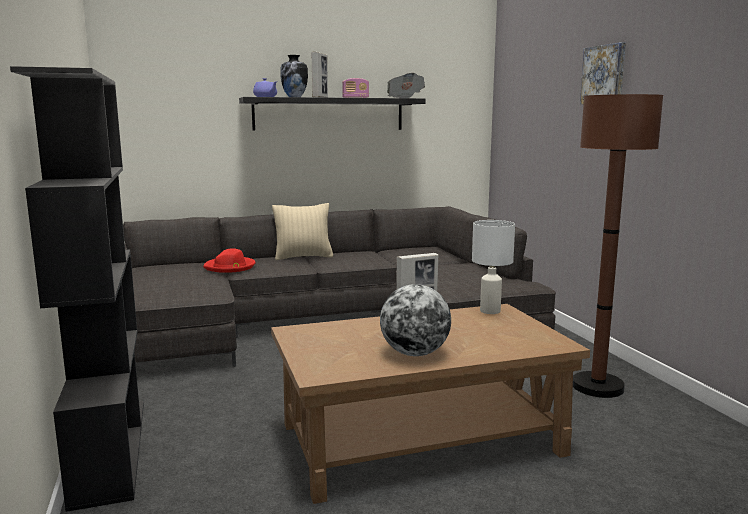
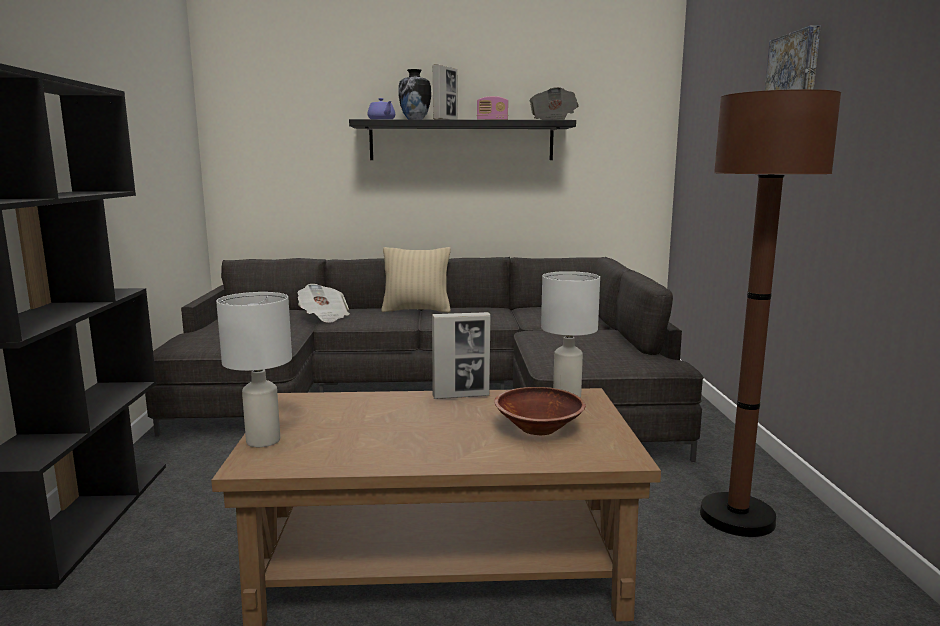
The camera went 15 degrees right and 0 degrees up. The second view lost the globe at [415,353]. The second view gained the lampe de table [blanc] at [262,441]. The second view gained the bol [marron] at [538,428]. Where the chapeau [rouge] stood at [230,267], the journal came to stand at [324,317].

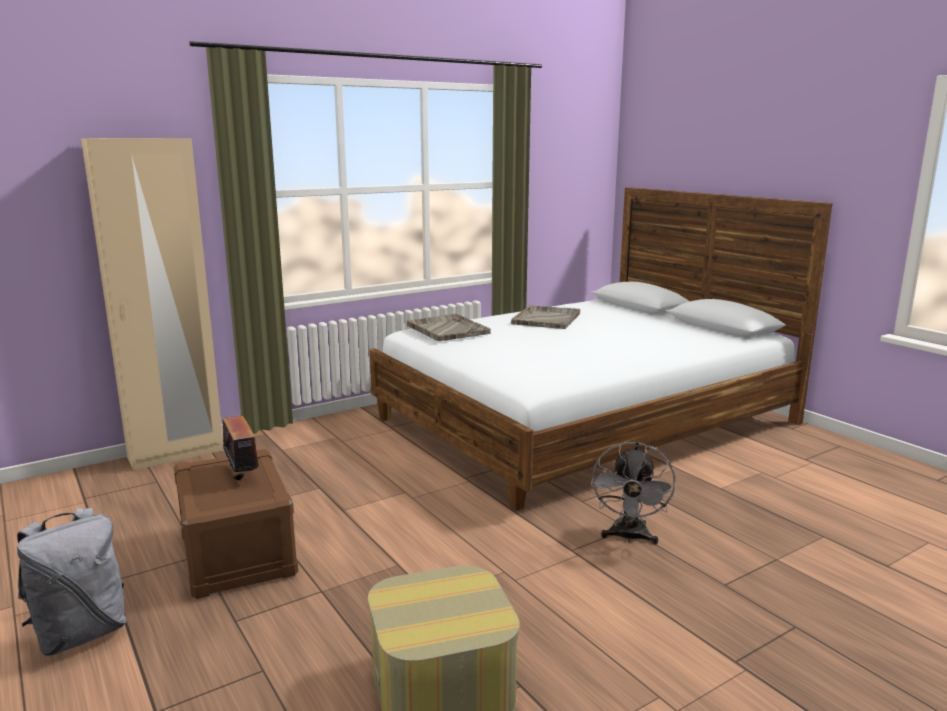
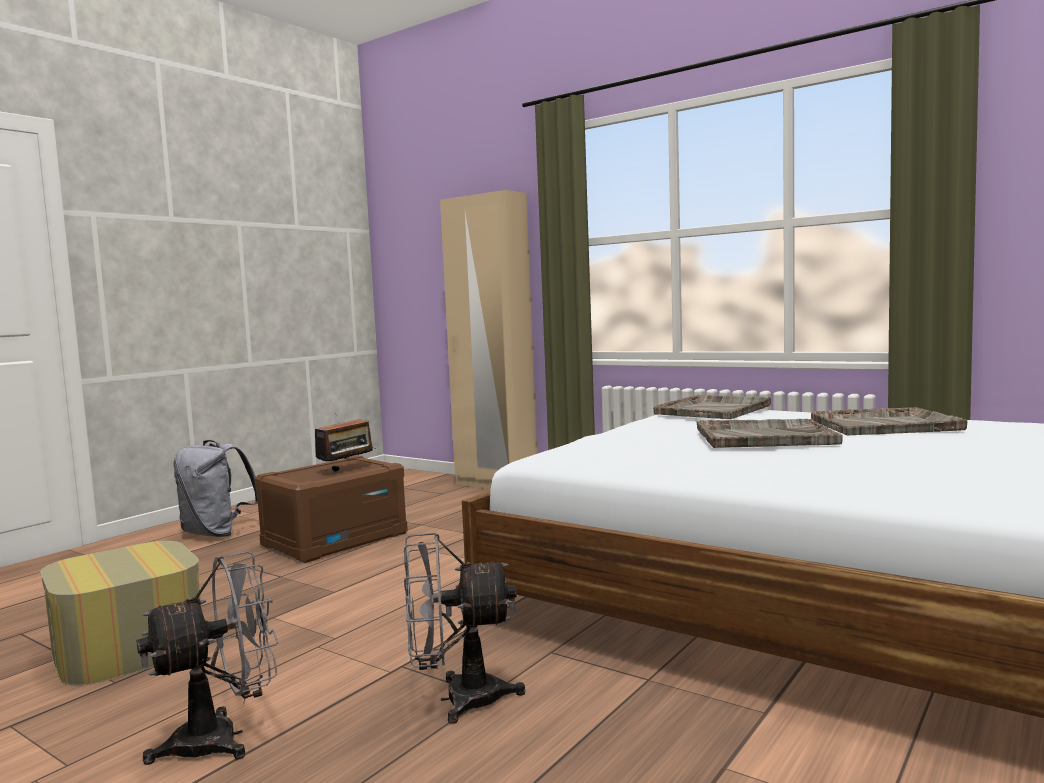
The camera went 70 degrees right and 10 degrees down. The second view gained the ventilateur [gris] at [223,738]. The second view gained the plateau [gris] at [763,437].

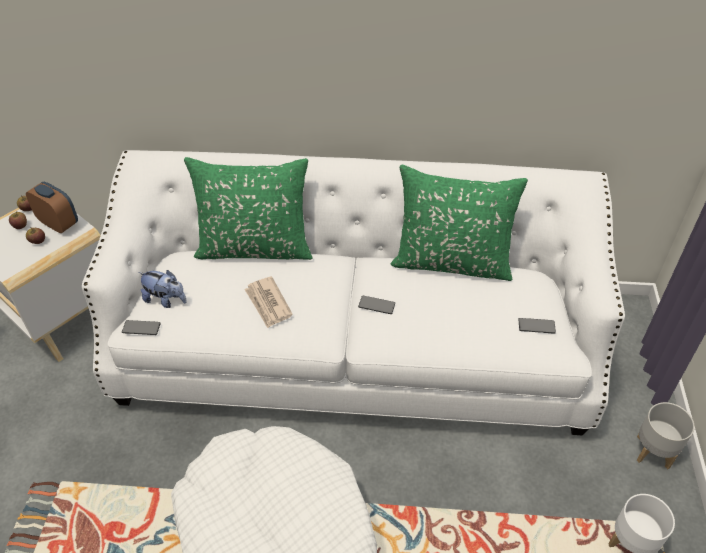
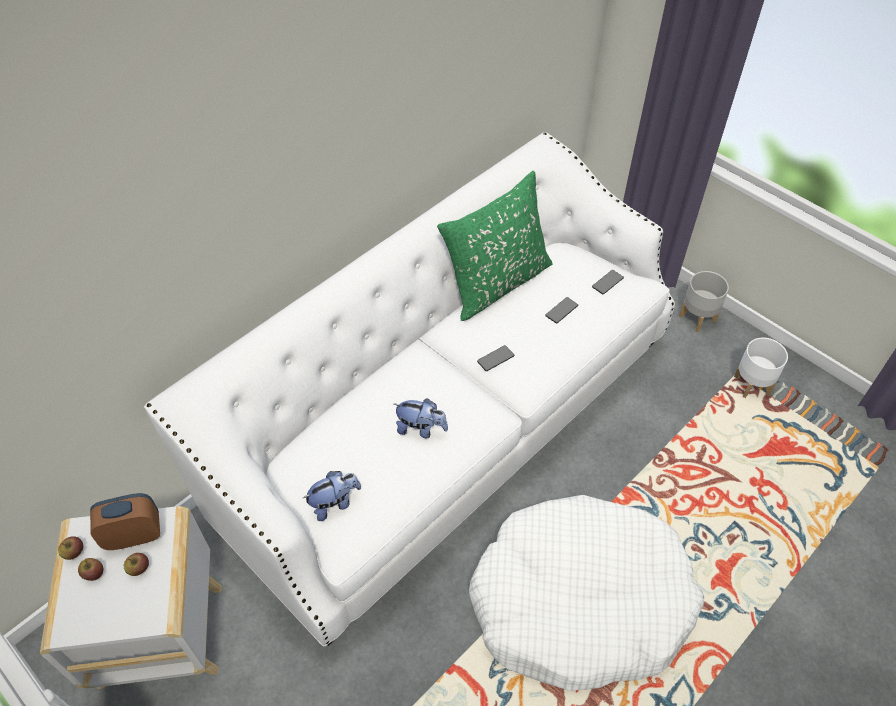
The camera went 50 degrees left and 5 degrees up. The second view lost the coussin [vert] at [255,248]. The téléphone ended up elsewhere, having gone from [141,328] to [561,310]. Where the journal stood at [268,304], the peluche came to stand at [421,429].

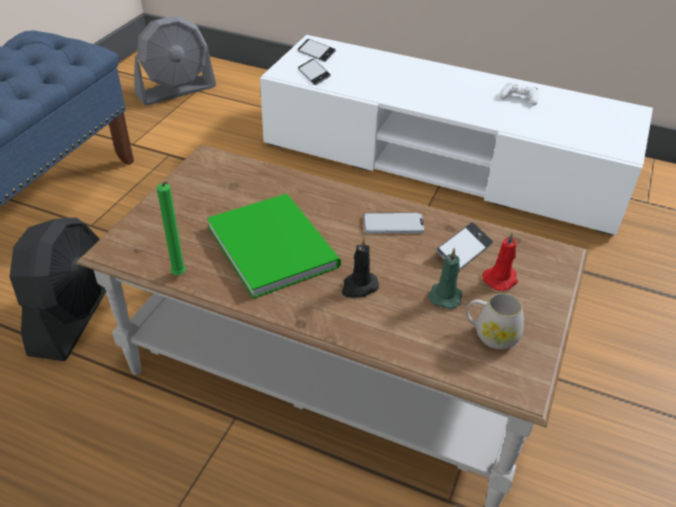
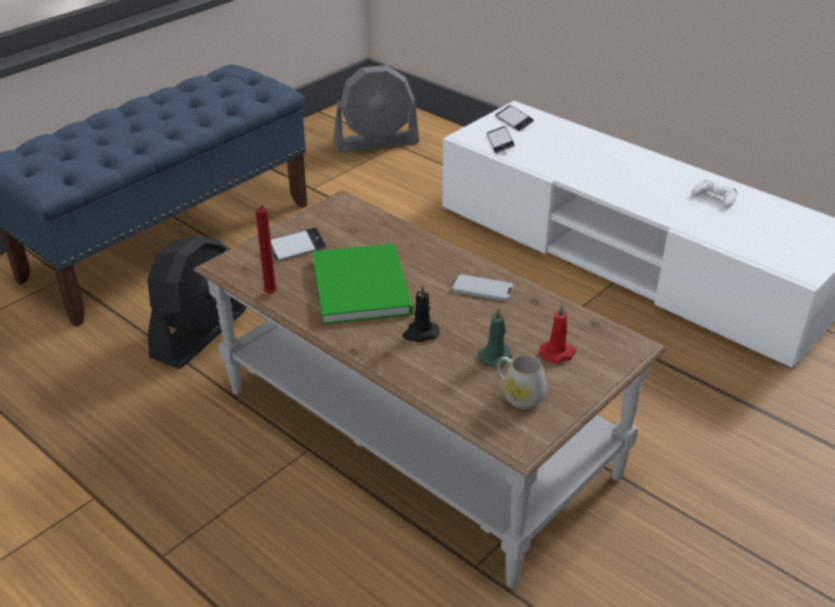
The camera went 20 degrees right and 5 degrees down. The téléphone ended up elsewhere, having gone from [463,251] to [296,249]. What was the bougie [vert] at [180,276] turned into the bougie [rouge] at [271,295].

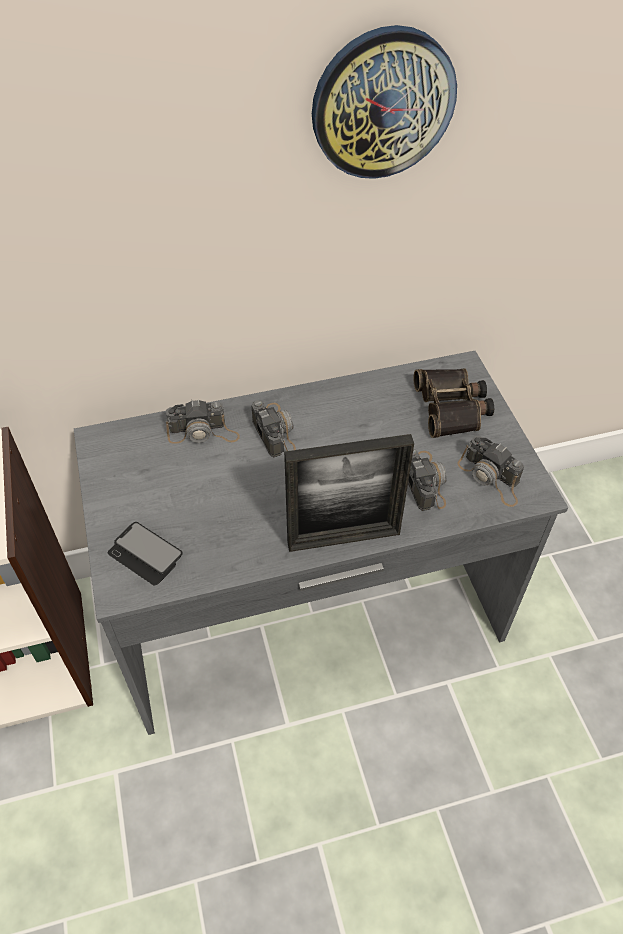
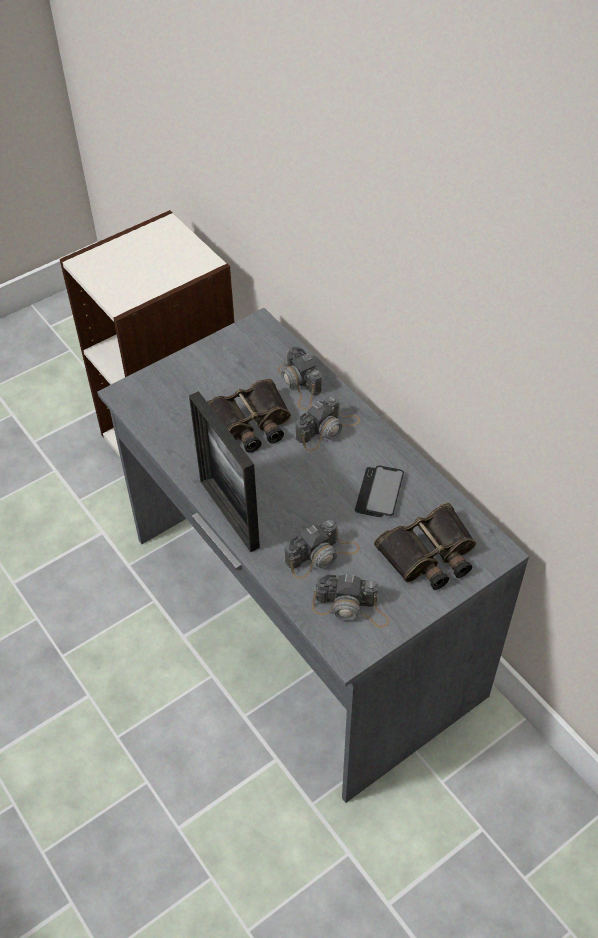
The camera went 70 degrees right and 0 degrees up. The second view lost the horloge murale at [383,104]. The second view gained the jumelles at [249,424]. The téléphone ended up elsewhere, having gone from [145,554] to [379,492]. The appareil photo at [491,478] ended up facing another way, 105 degrees counterclockwise from before.

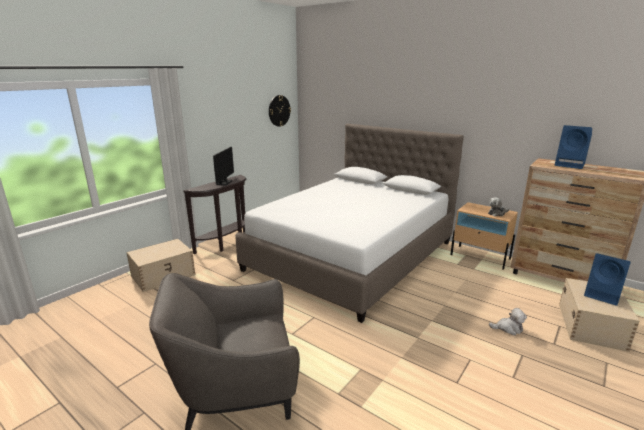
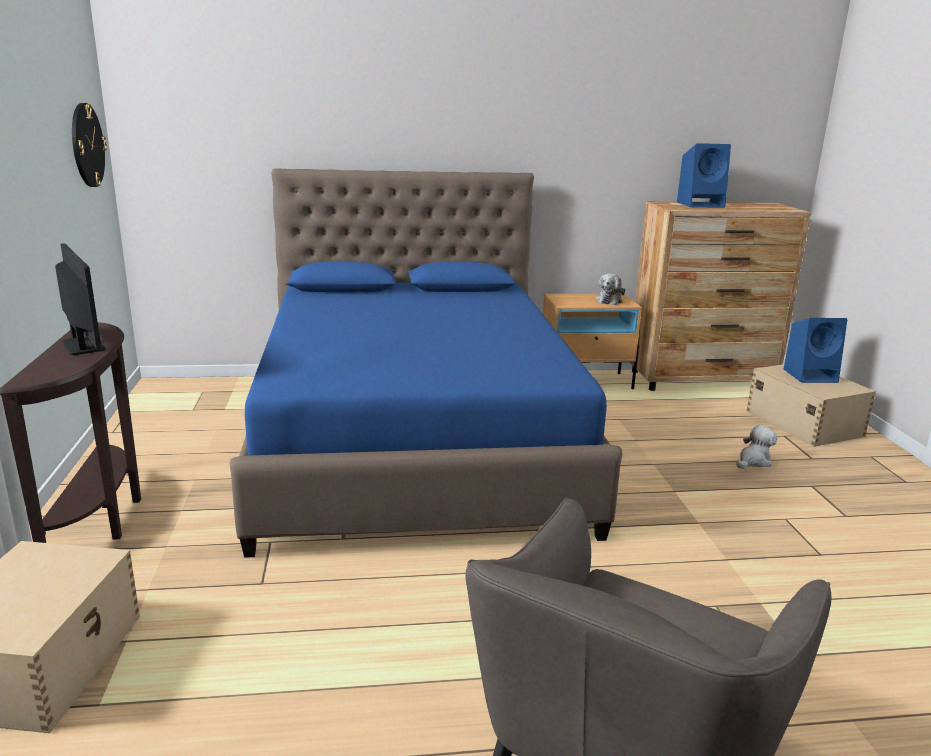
The camera went 45 degrees left and 0 degrees up. What was the lit [blanc] at [352,256] turned into the lit [bleu] at [415,442].

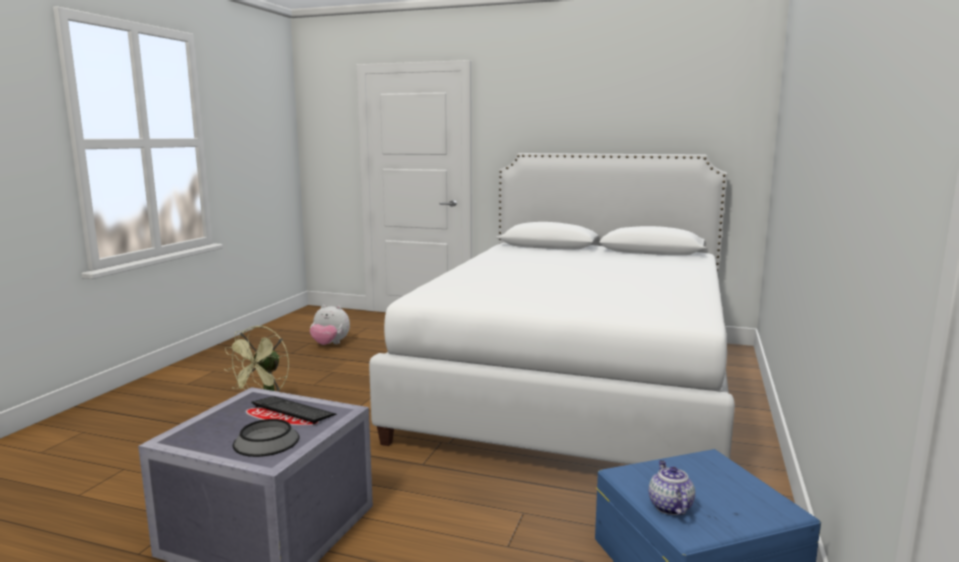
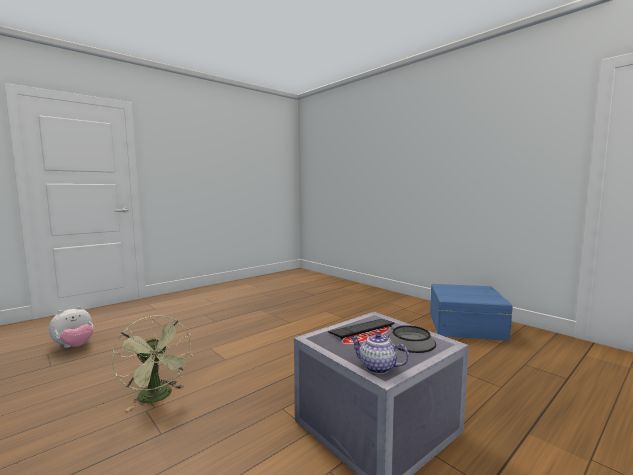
The camera went 60 degrees left and 5 degrees down. The second view lost the lit [blanc] at [576,384]. The théière ended up elsewhere, having gone from [669,506] to [377,367].

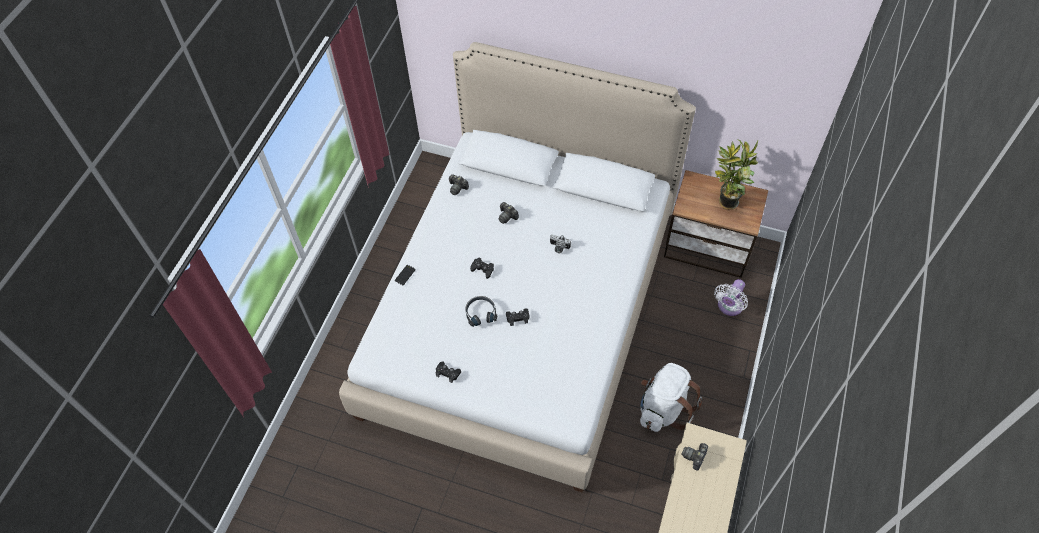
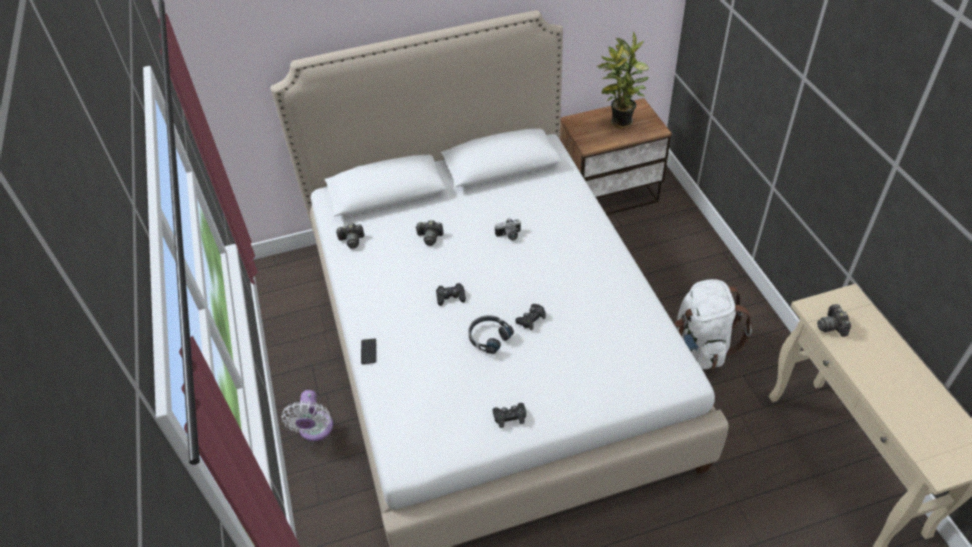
The camera went 35 degrees left and 10 degrees down. The ventilateur [blanc] ended up elsewhere, having gone from [729,307] to [315,430].

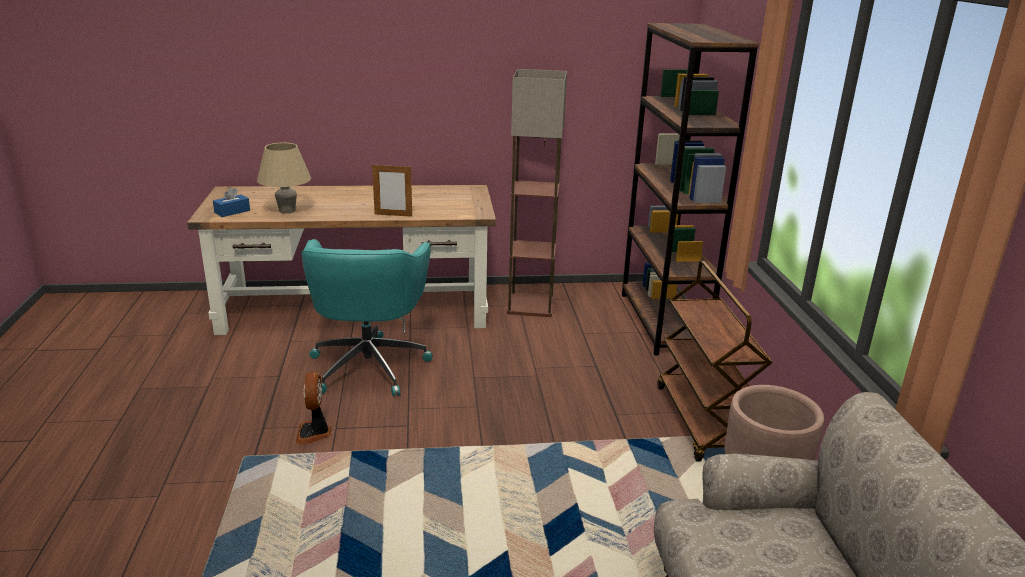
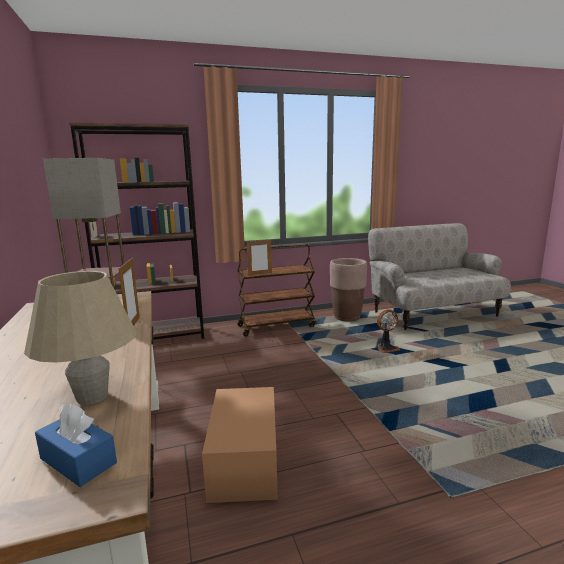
The camera went 100 degrees left and 10 degrees down. The second view gained the cadre photo at [260,274]. The ventilateur ended up elsewhere, having gone from [314,433] to [386,348]. Where the chaise de bureau [turquoise] stood at [369,365], the carton came to stand at [245,459].

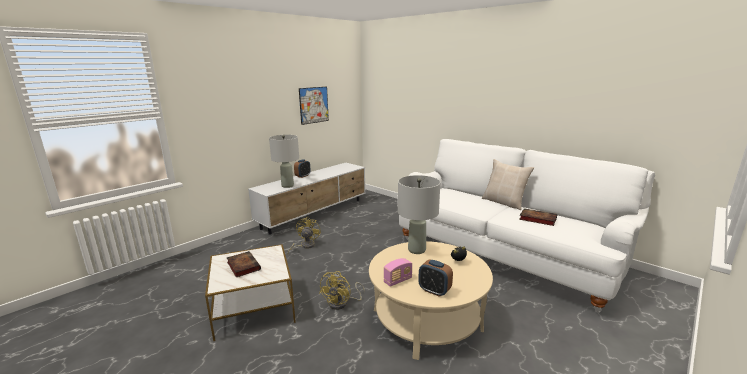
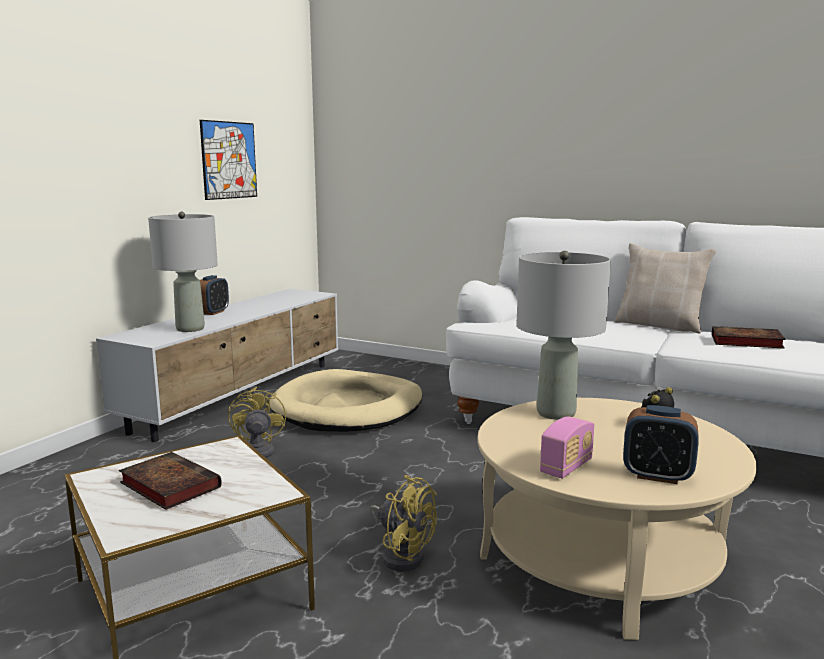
The camera went 15 degrees left and 5 degrees down. The second view gained the panier pour chien [beige] at [348,408]. The ventilateur [jaune] at [342,303] ended up facing another way, 60 degrees counterclockwise from before.

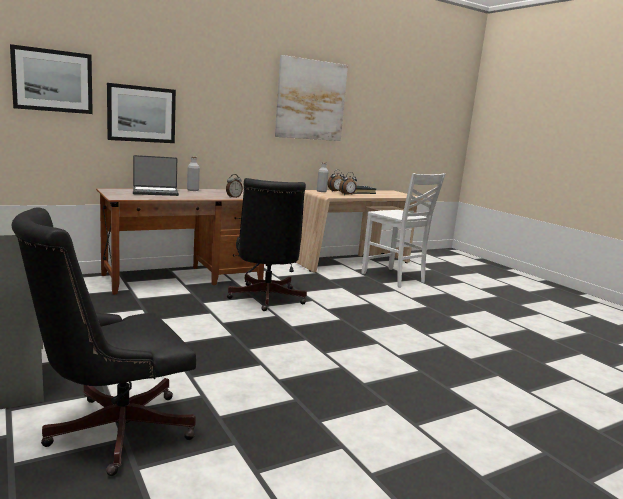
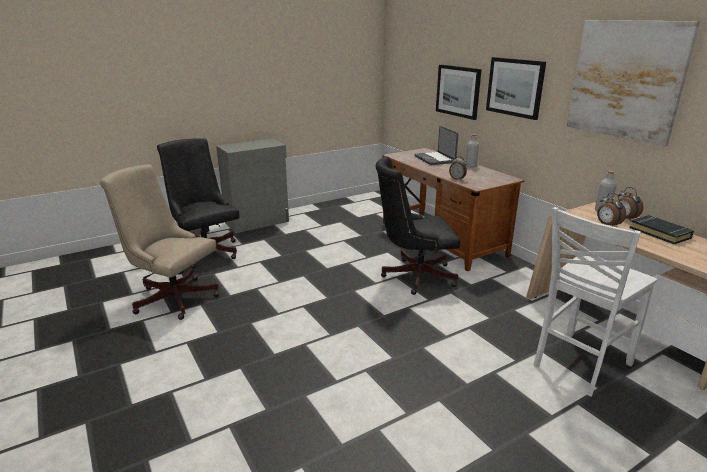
The camera went 90 degrees right and 10 degrees up. The second view gained the chaise de bureau [beige] at [172,297]. The tableau ended up elsewhere, having gone from [52,80] to [515,87].

